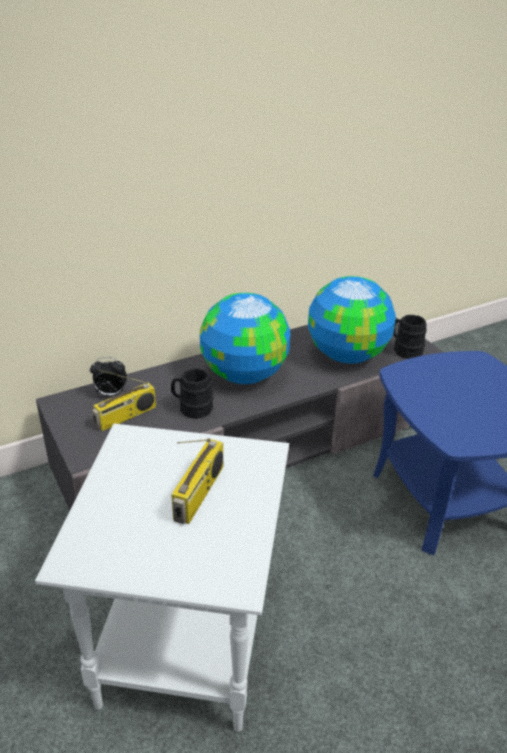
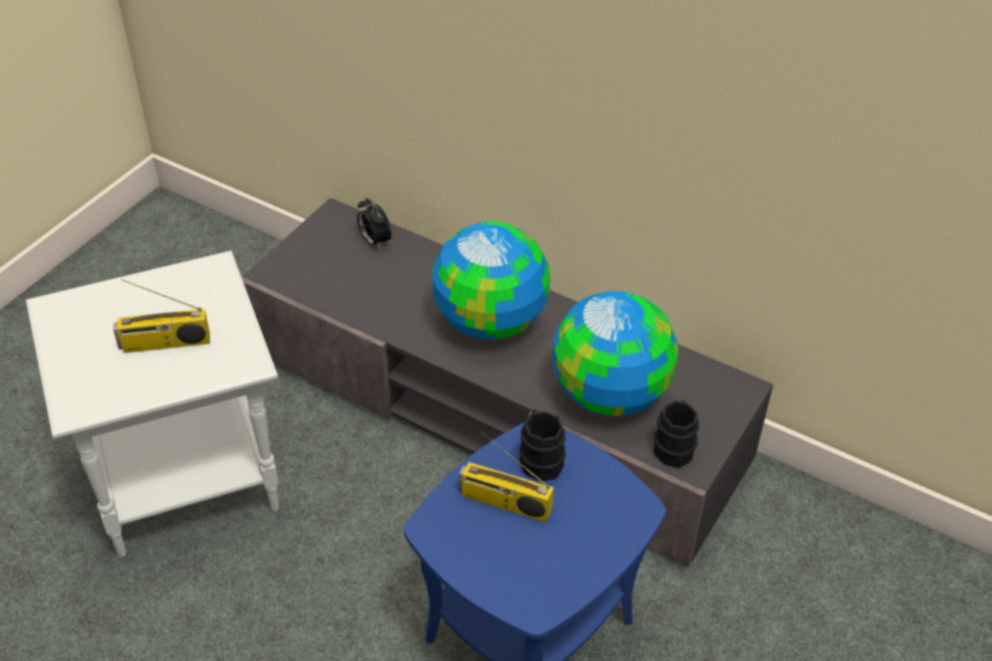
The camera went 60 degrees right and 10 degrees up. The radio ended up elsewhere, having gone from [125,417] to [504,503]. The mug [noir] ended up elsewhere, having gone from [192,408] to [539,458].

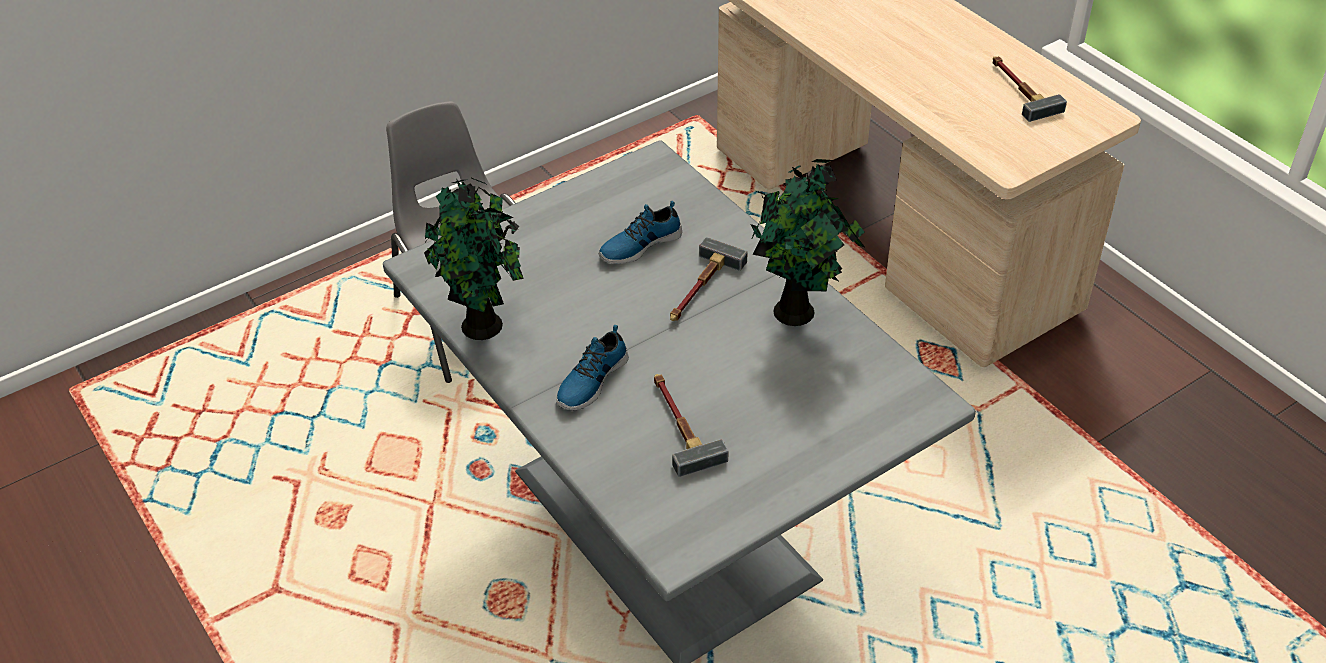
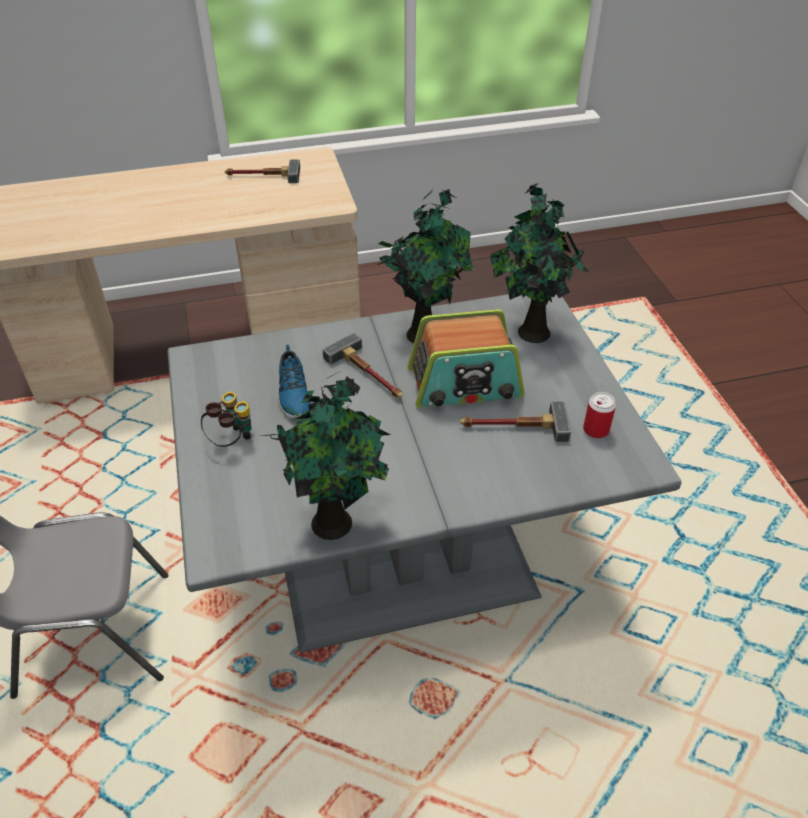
The camera went 70 degrees left and 0 degrees up. The second view lost the chaussure at [591,380]. The second view gained the jumelles at [231,440]. The second view gained the radio at [465,384]. The second view gained the plante en pot at [530,332]. The second view gained the boîte métallique at [595,430].

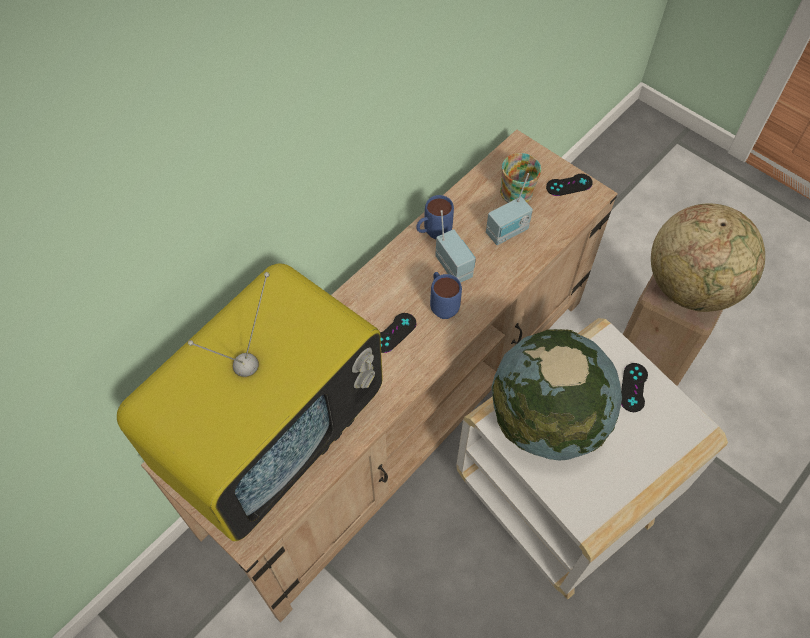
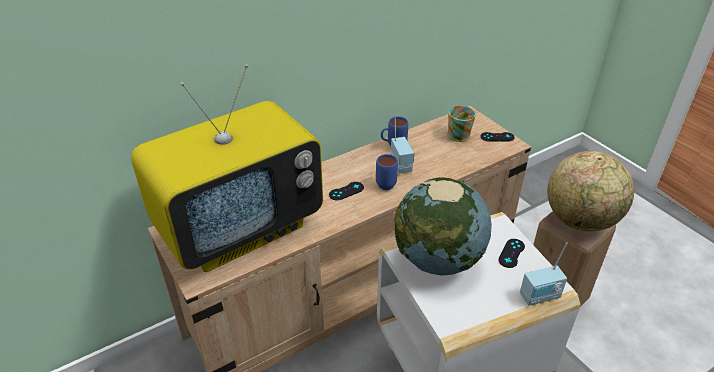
The camera went 15 degrees right and 20 degrees down. The radio ended up elsewhere, having gone from [508,232] to [540,297].

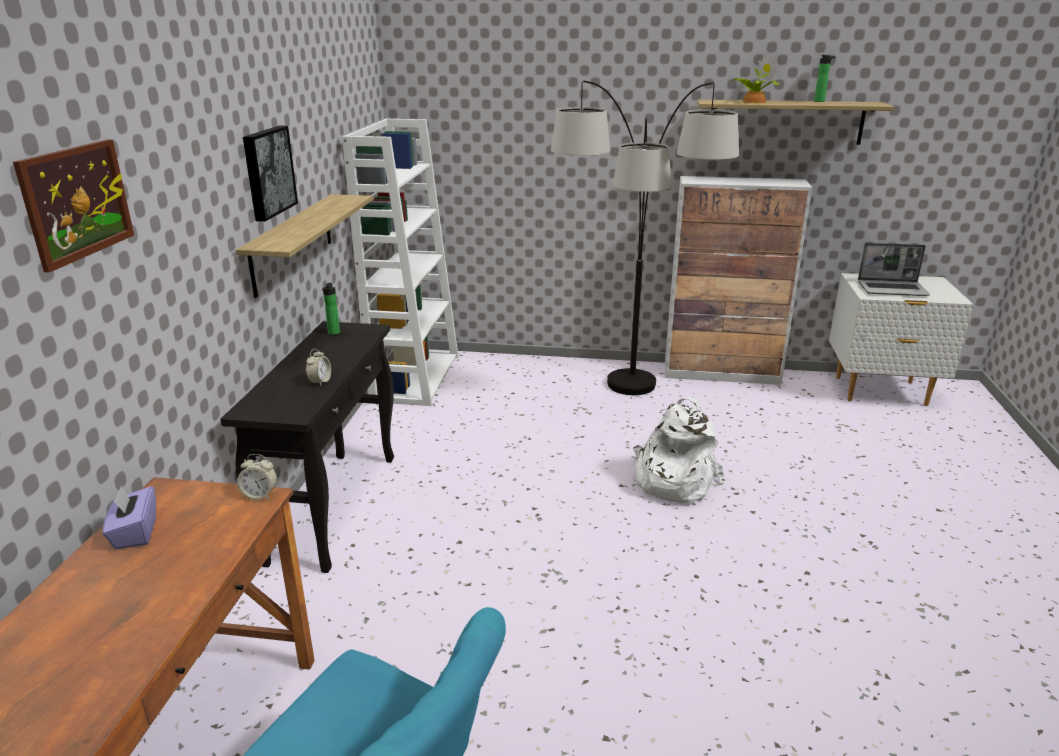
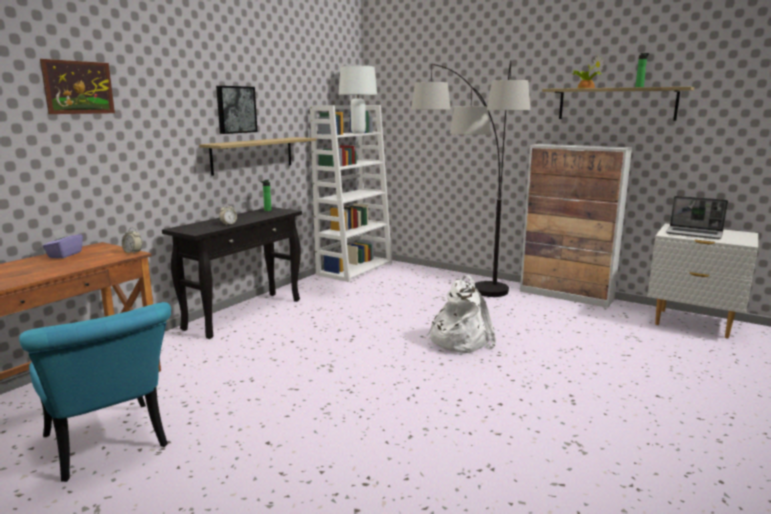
The camera went 25 degrees right and 10 degrees down. The second view gained the lampe de table [blanc] at [358,133].

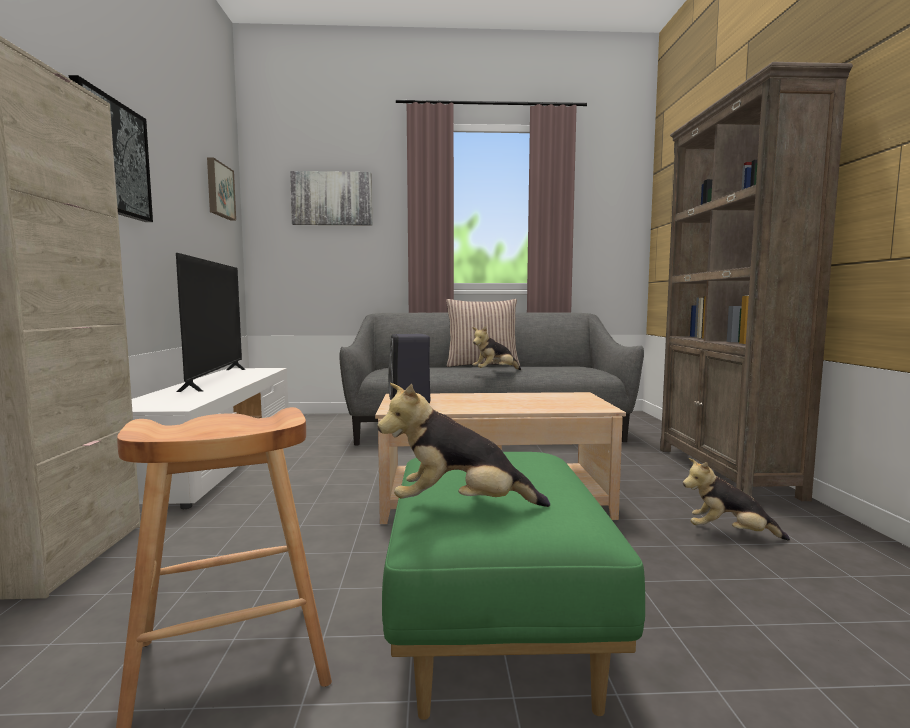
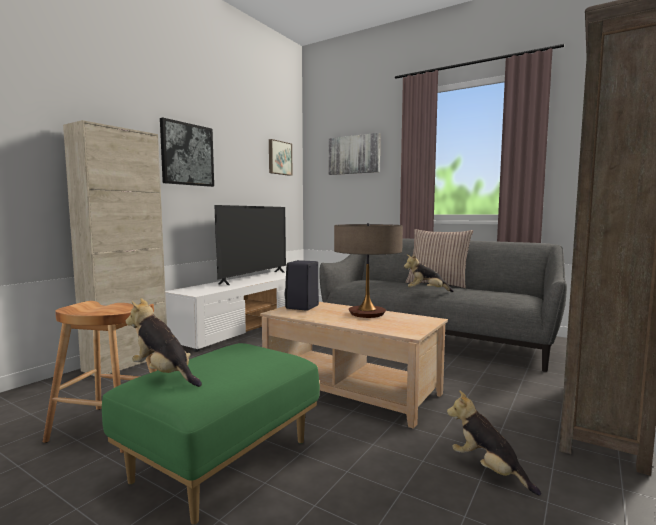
The camera went 35 degrees right and 0 degrees up. The second view gained the lampe de table at [367,314].

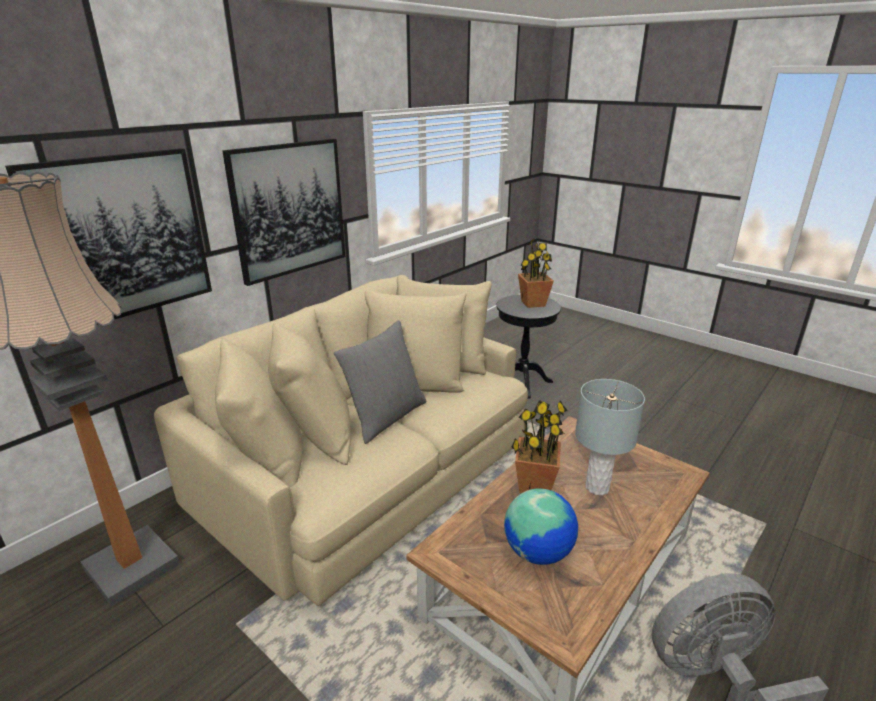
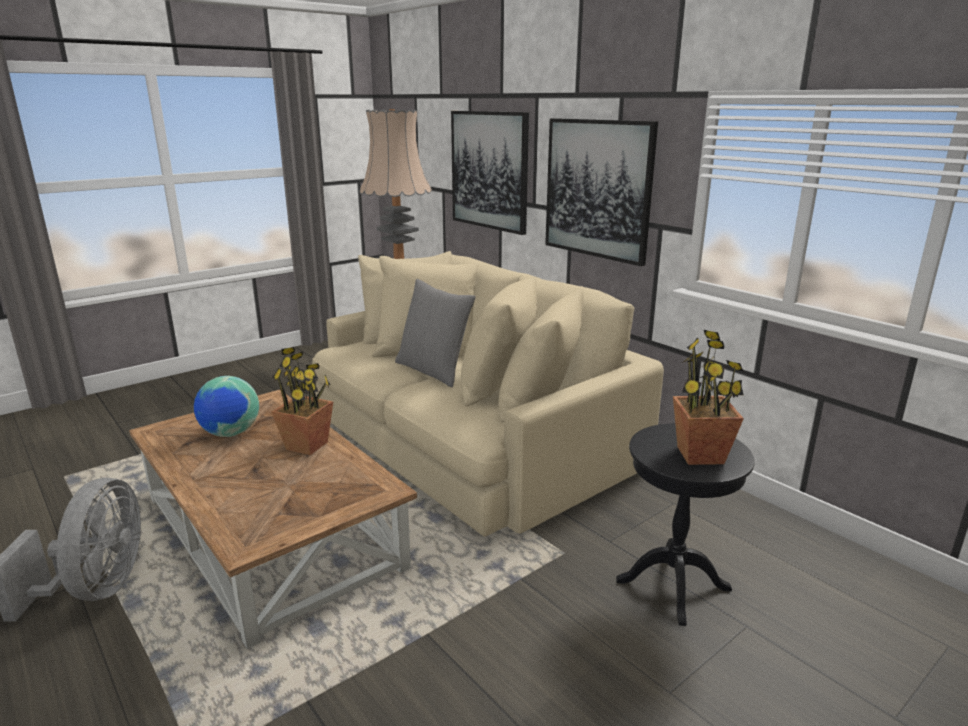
The camera went 100 degrees right and 5 degrees down. The second view lost the lampe de table [gris] at [597,487].

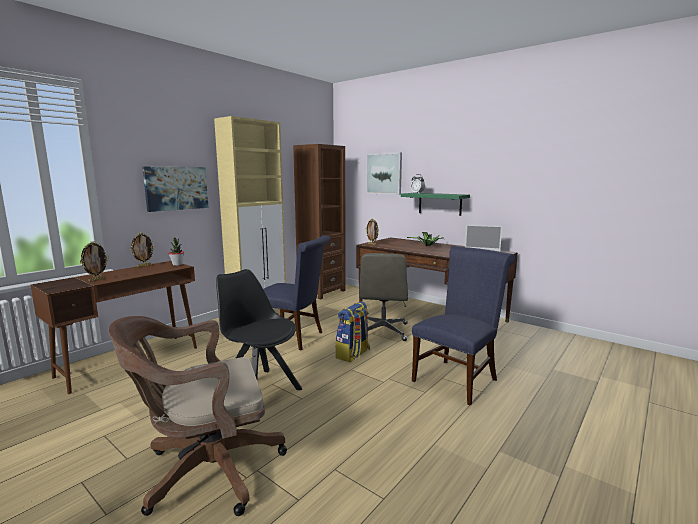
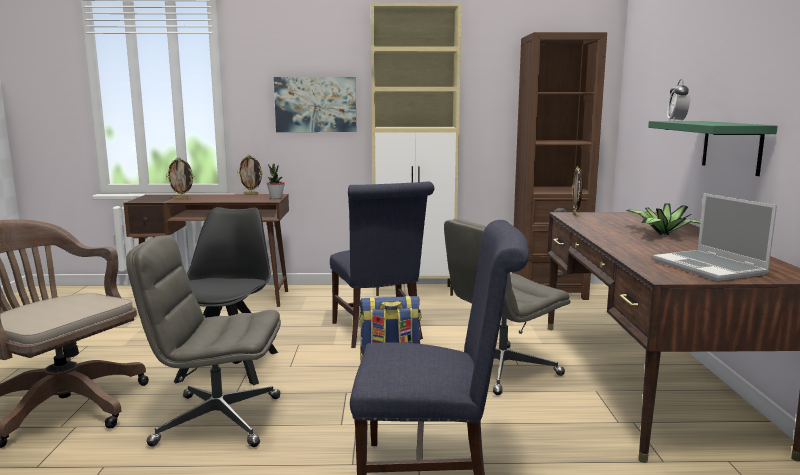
The camera went 50 degrees right and 0 degrees up. The second view lost the tableau at [384,173]. The second view gained the chaise de bureau [gris] at [216,420].

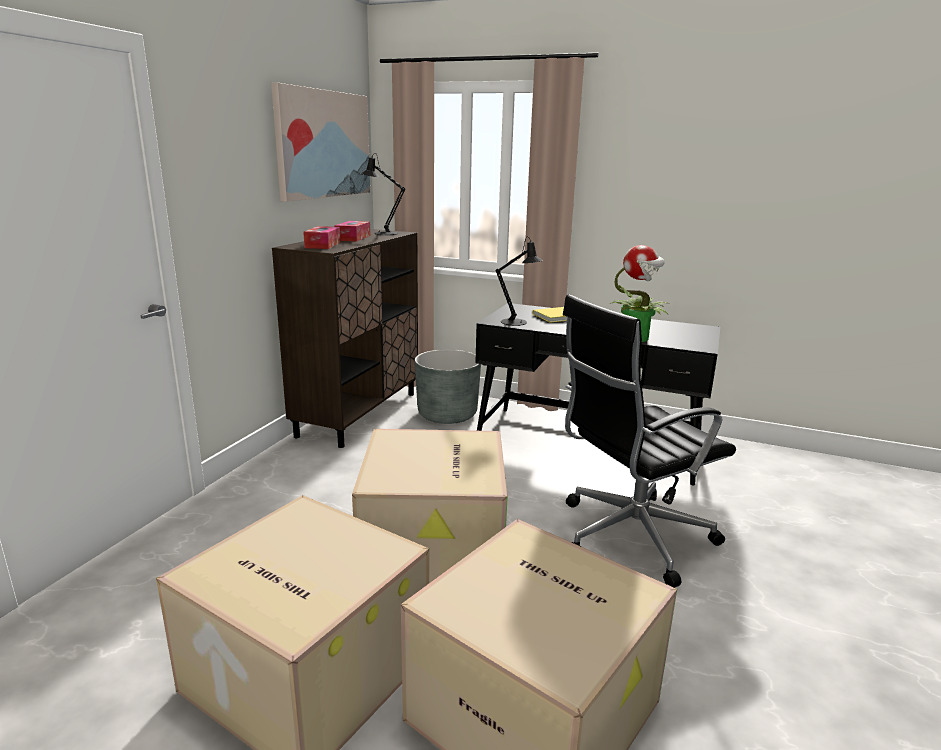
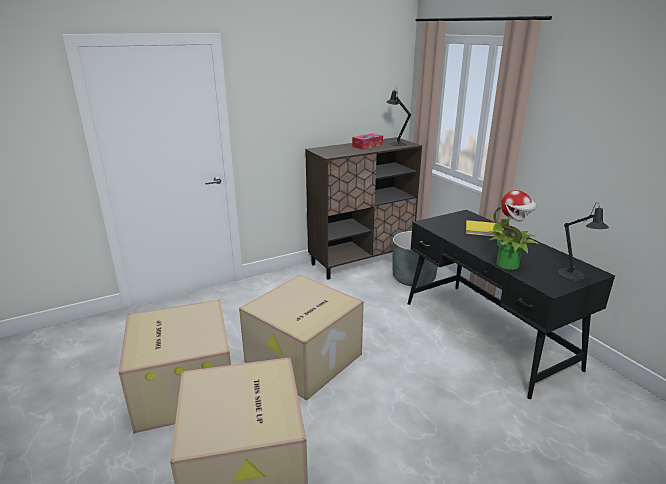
The camera went 40 degrees right and 5 degrees up. The second view lost the tableau at [323,144]. The second view lost the boîte à mouchoirs at [323,245]. The second view lost the chaise de bureau [noir] at [629,536]. The lampe de table [noir] ended up elsewhere, having gone from [517,323] to [573,276].

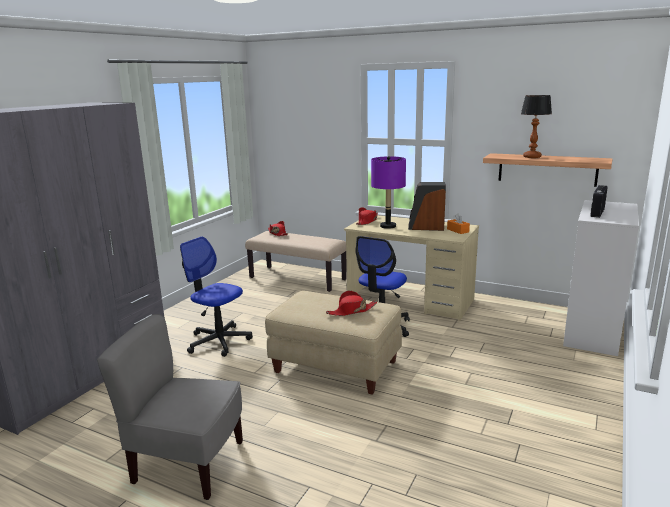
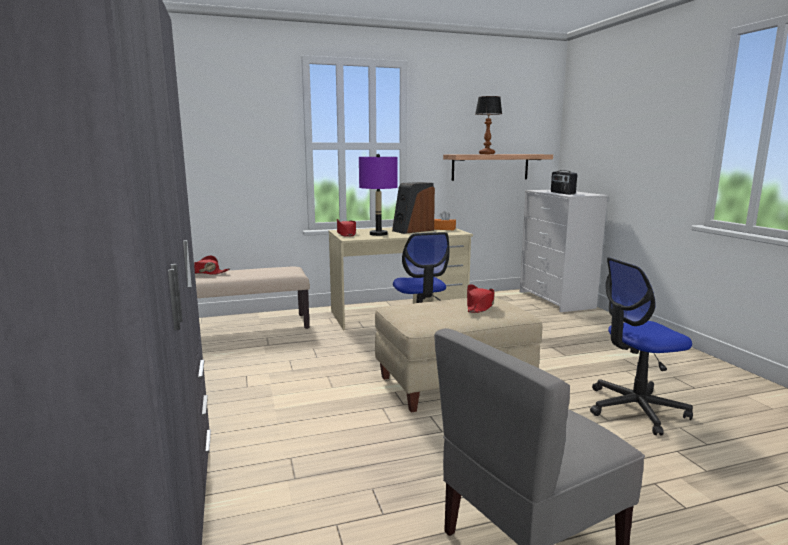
The camera went 45 degrees left and 5 degrees down. The chaise de bureau ended up elsewhere, having gone from [219,341] to [635,409].

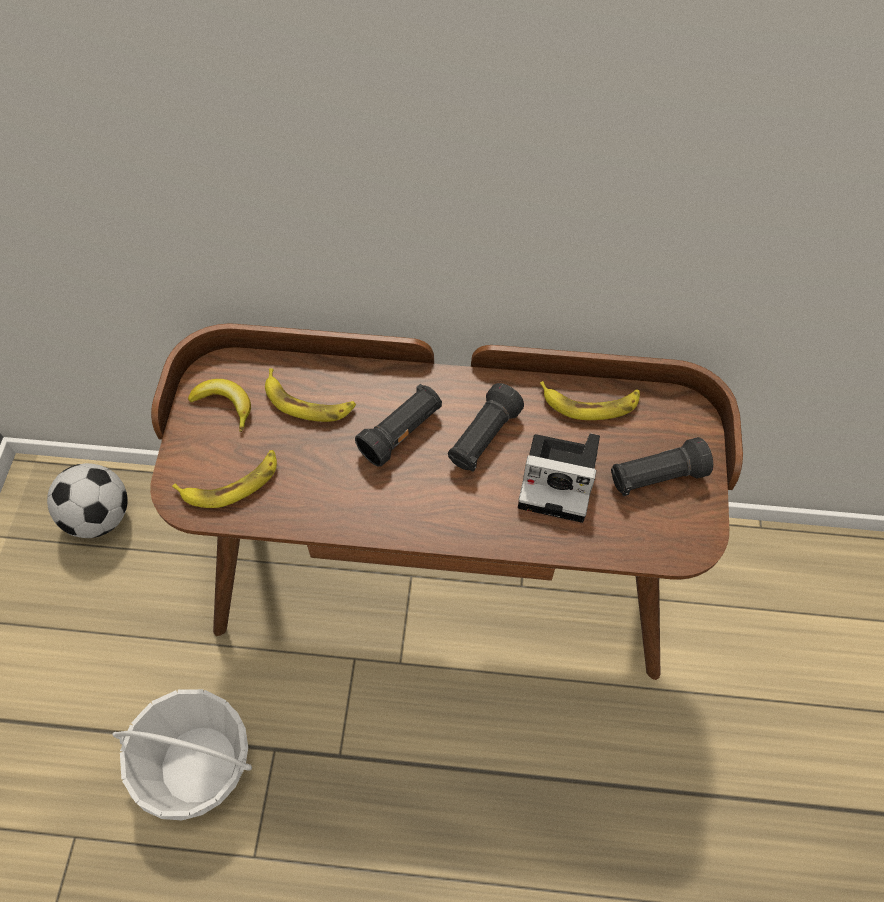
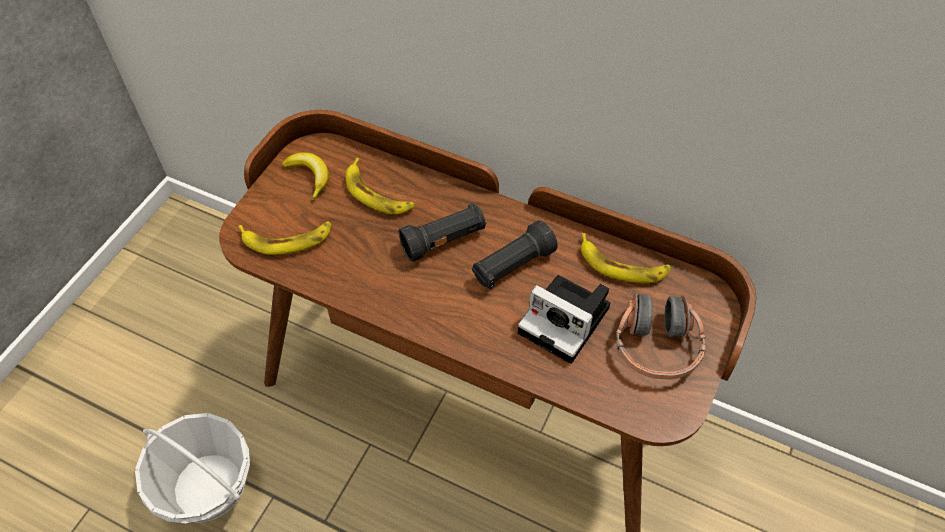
The camera went 20 degrees right and 5 degrees down. The second view lost the ballon de foot at [101,517]. Where the lampe de poche [noir] stood at [656,477], the casque audio came to stand at [656,346].

